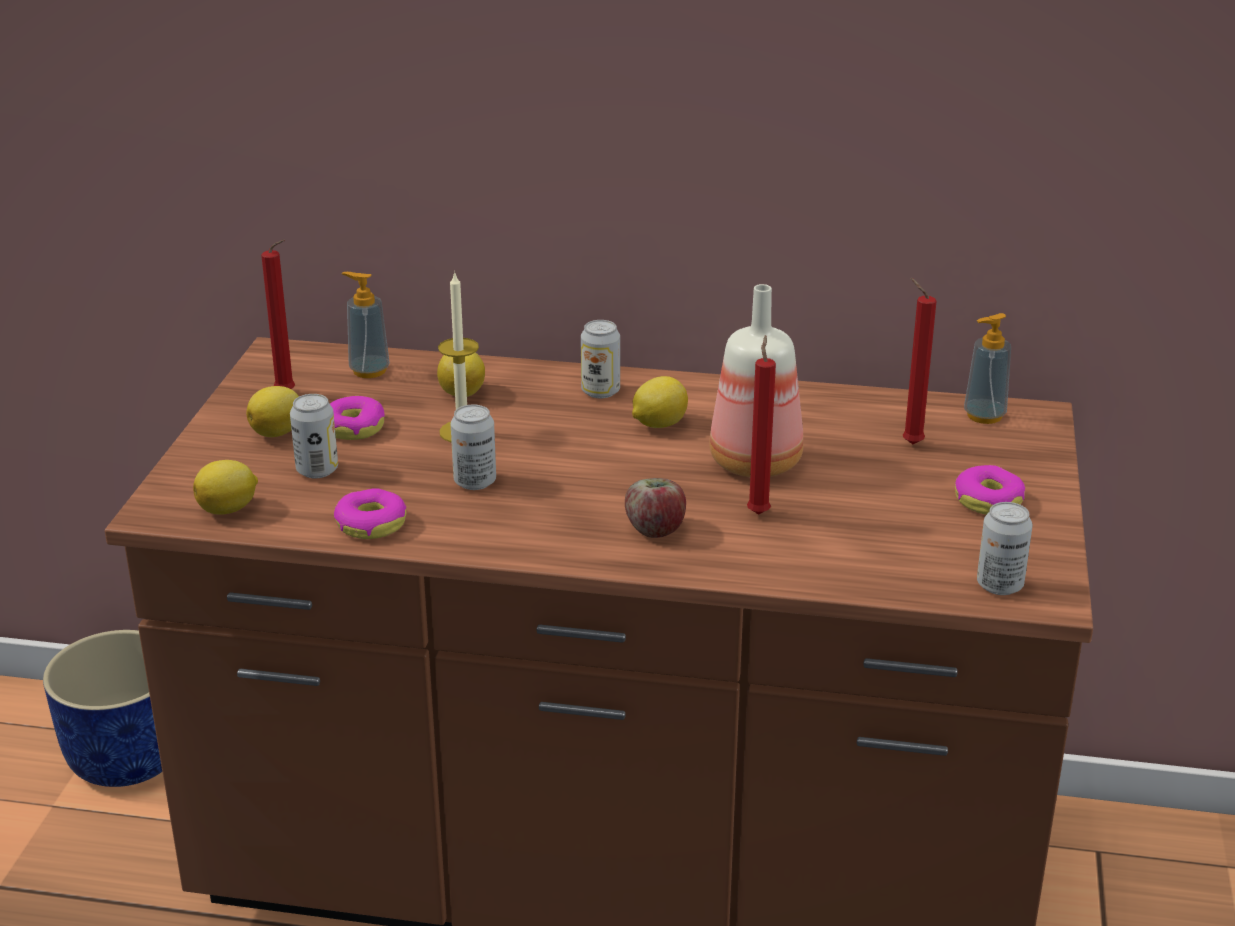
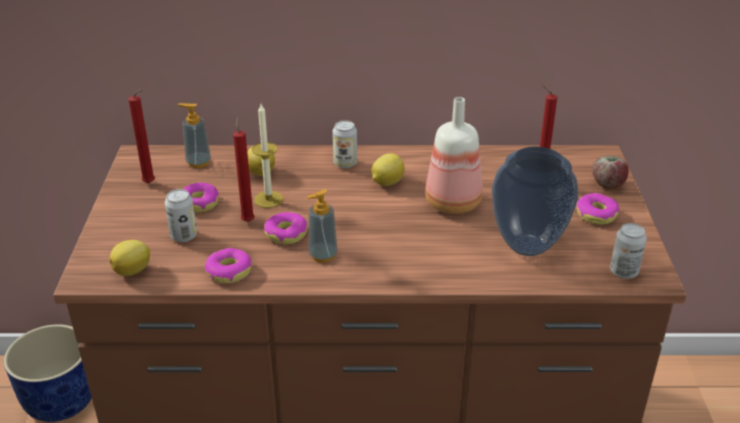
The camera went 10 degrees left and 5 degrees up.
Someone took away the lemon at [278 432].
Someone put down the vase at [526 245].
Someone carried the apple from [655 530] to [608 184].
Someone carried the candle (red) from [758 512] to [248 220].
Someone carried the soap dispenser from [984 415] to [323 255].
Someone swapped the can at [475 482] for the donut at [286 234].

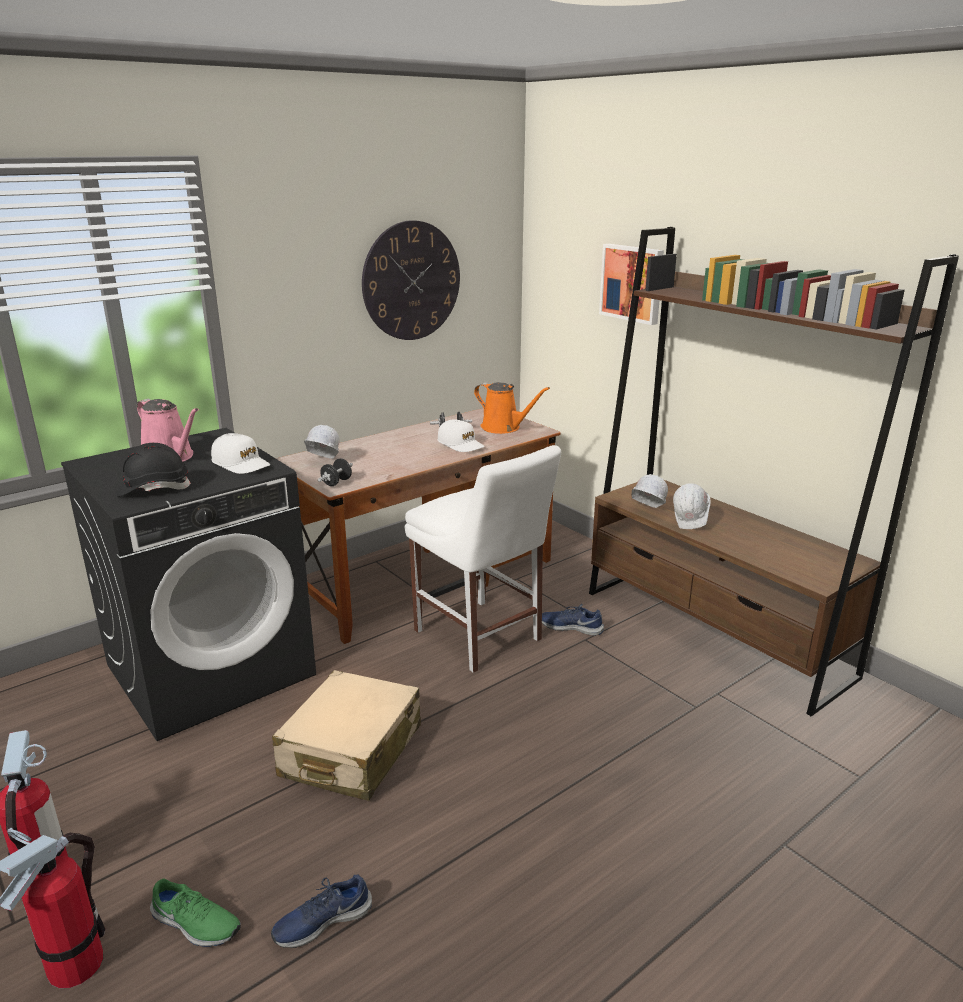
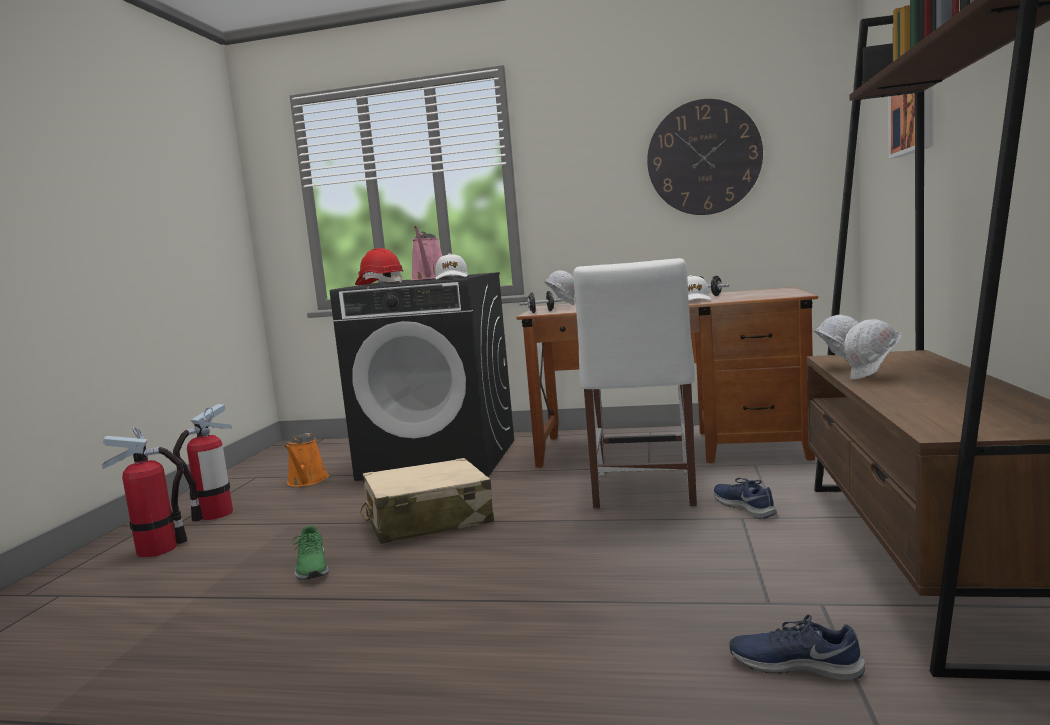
The camera went 50 degrees right and 15 degrees down.
Someone carried the shoe (green) from [195 924] to [311 567].
Someone carried the shoe (blue) from [322 920] to [794 664].
Someone carried the watering can (orange) from [504 428] to [307 481].
Someone repainted the hard hat (black) at [153 489], which became the hard hat (red) at [380 284].

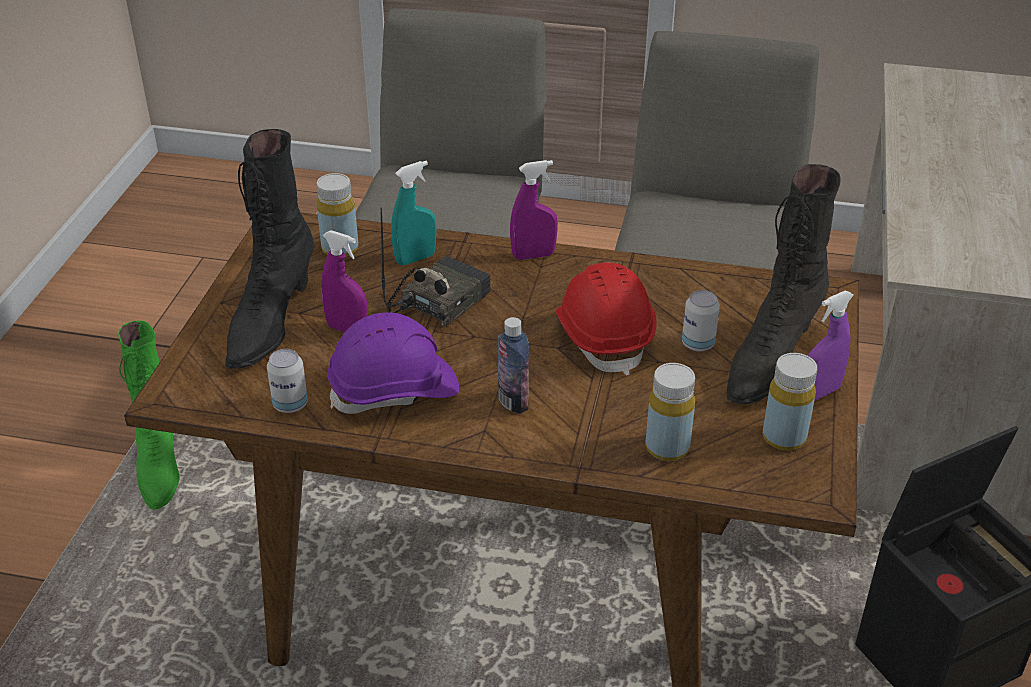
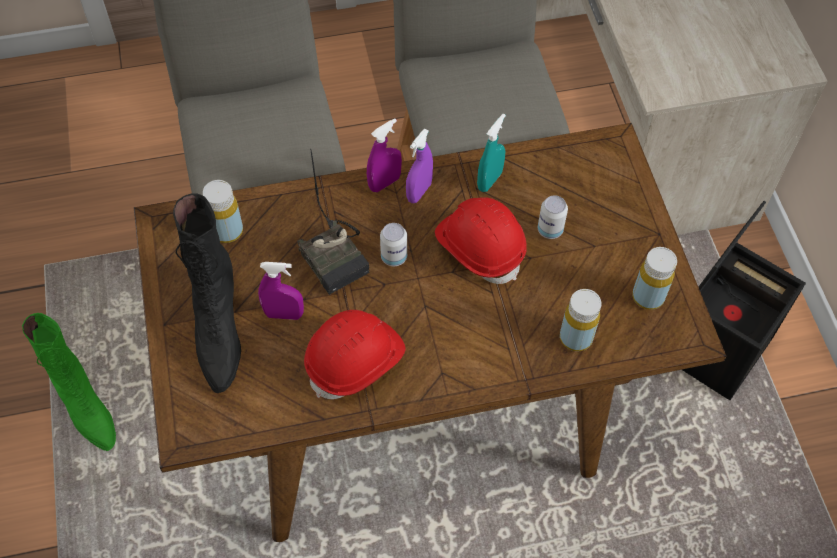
The camera went 25 degrees left and 20 degrees up.
Someone took away the bottle at [513 402].
Someone took away the boot (black) at [770 360].
Someone carried the can from [290 404] to [394 257].
Someone carried the spray bottle (turquoise) from [415 258] to [489 180].
Someone carried the spray bottle (purple) from [820 393] to [419 192].
Someone repainted the hard hat (purple) at [394 391], which became the hard hat (red) at [355 361].
Someone rotated the radio at [438 300] by 135 degrees clockwise.

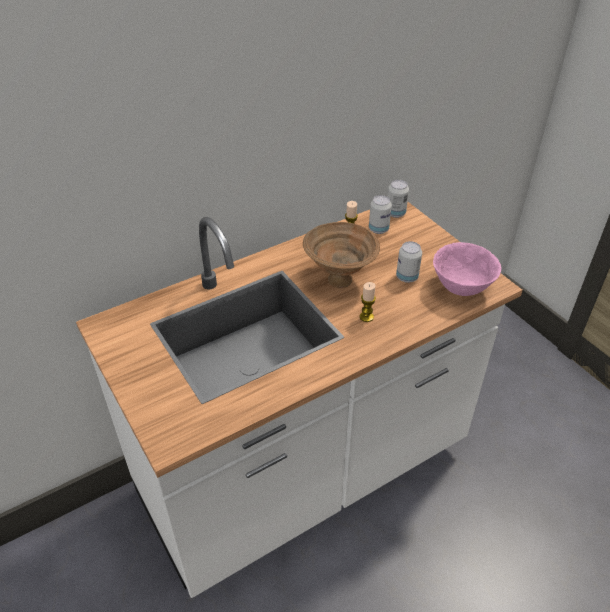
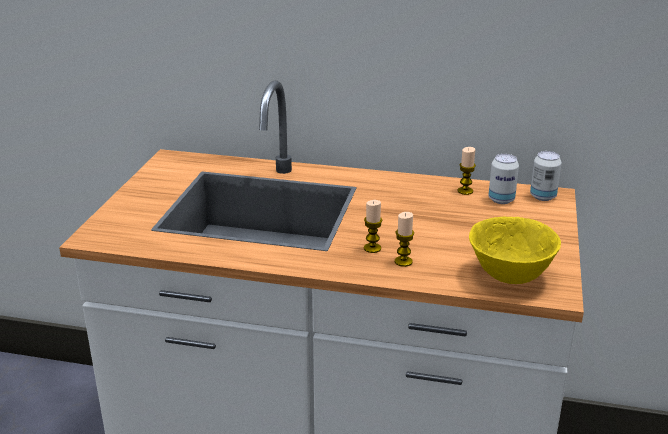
The camera went 45 degrees right and 15 degrees down.
Someone took away the bowl (brown) at [338 279].
Someone took away the can at [407 277].
Someone put down the candle at [403 261].
Someone repainted the bowl (pink) at [461 288], which became the bowl (yellow) at [509 276].

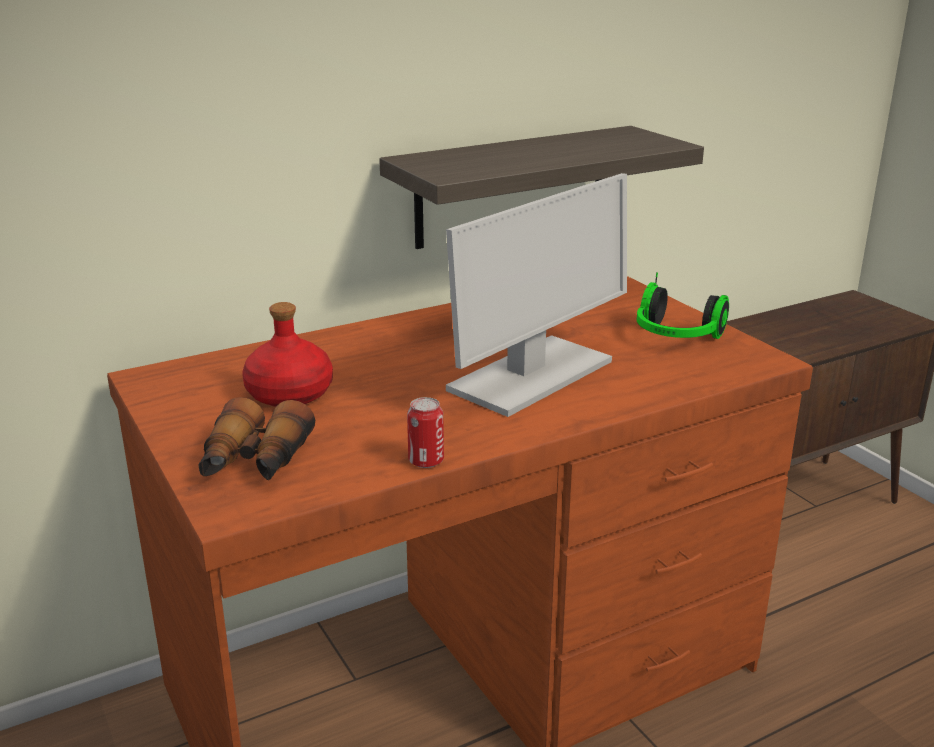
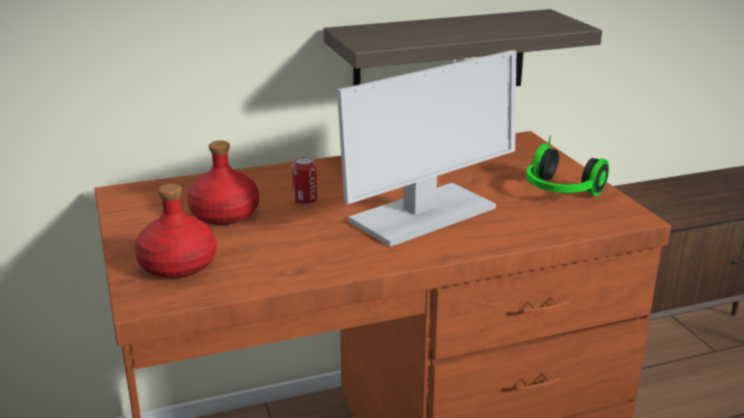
The camera went 10 degrees right and 0 degrees up.
Someone carried the can from [426 461] to [305 201].
Someone swapped the binoculars at [254 462] for the bottle (red) at [177 265].

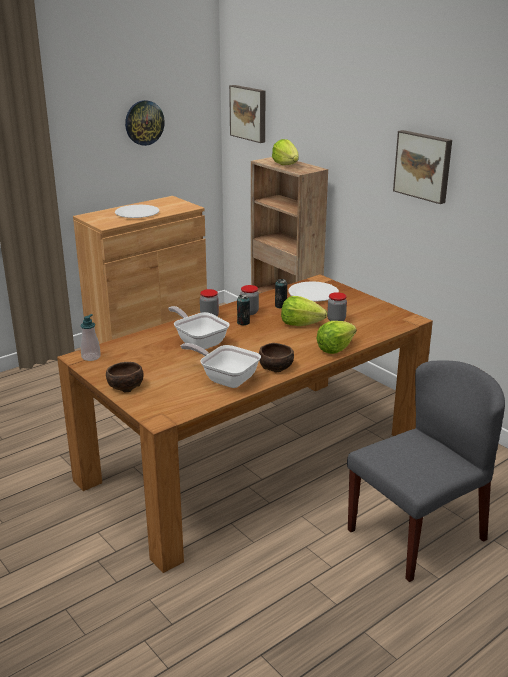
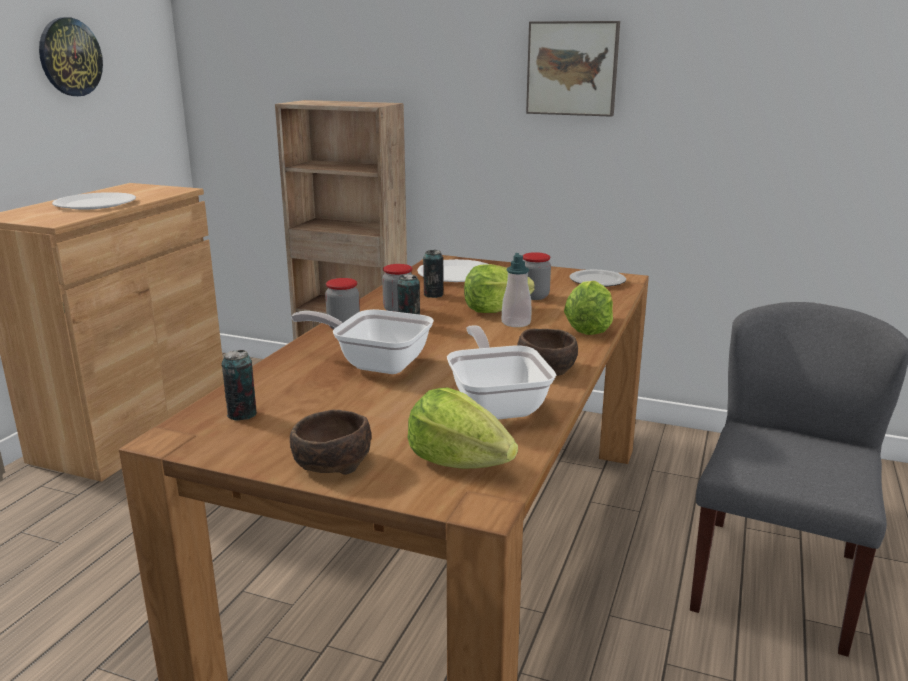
The camera went 30 degrees left and 5 degrees down.
Someone took away the picture at [249 113].
Someone put down the can at [242 414].
Someone put down the plate at [598 281].
Someone carried the soap dispenser from [91 357] to [516 323].
Someone carried the lettuce from [286 165] to [458 462].
Someone rotated the frying pan at [225 378] by 75 degrees clockwise.

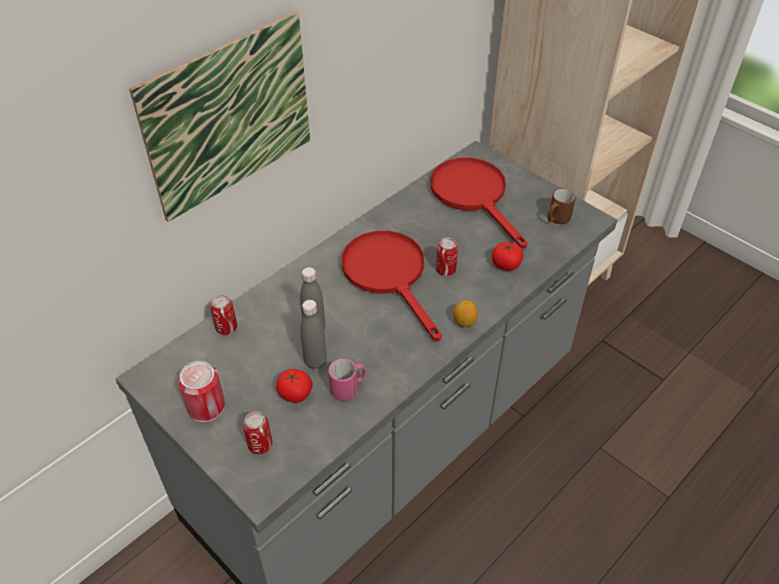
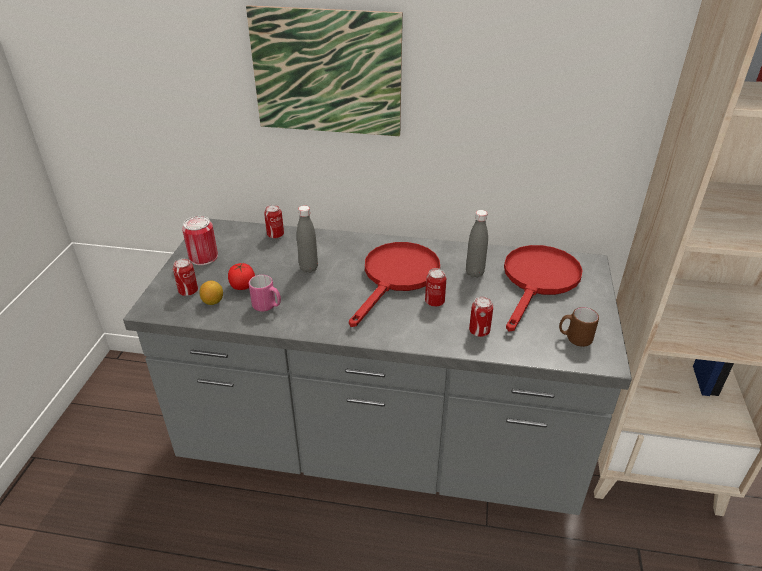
The camera went 55 degrees right and 10 degrees down.
Someone carried the bottle (grey) from [315 361] to [474 273].
Someone carried the lemon from [464 322] to [213 301].
Someone swapped the tomato at [506 265] for the can at [479 331].

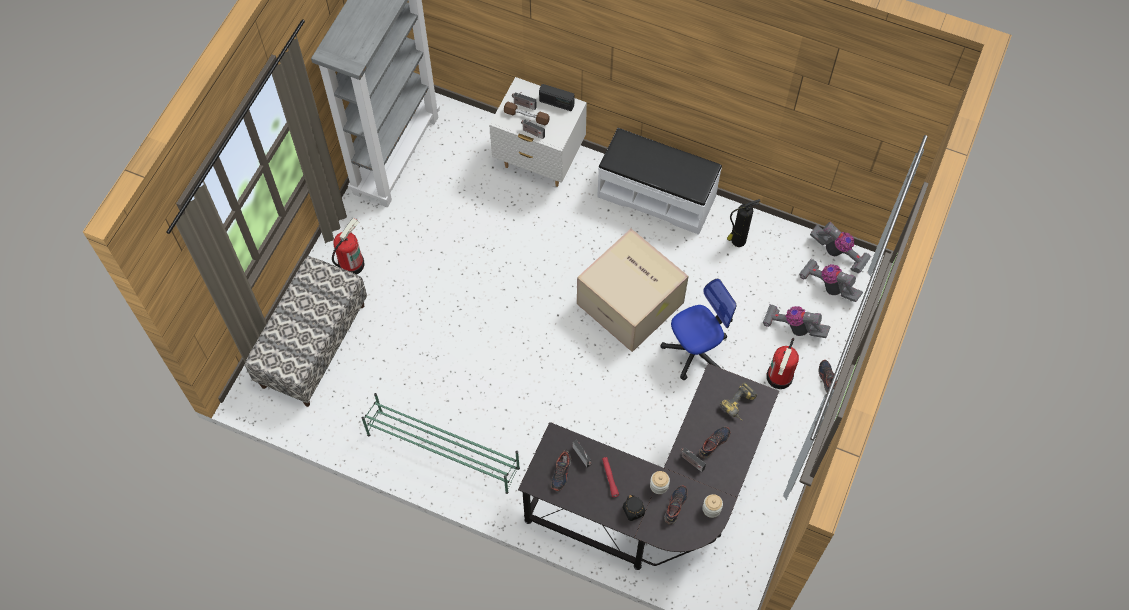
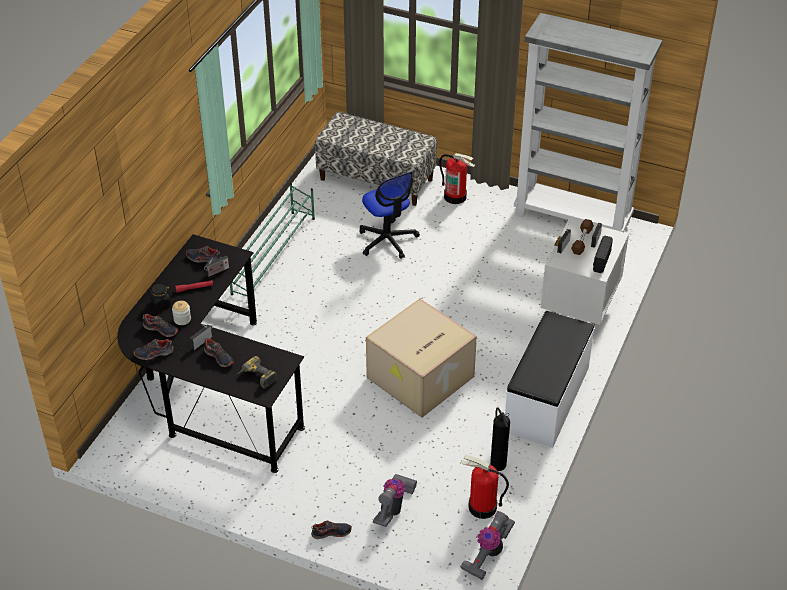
The camera went 90 degrees right and 20 degrees down.
Someone took away the vacuum cleaner at [829 286].
Someone carried the office chair from [695 351] to [387 240].
Someone carried the fire extinguisher from [780 377] to [482 507].
Someone swapped the jar at [711 509] for the shoe at [154 353].

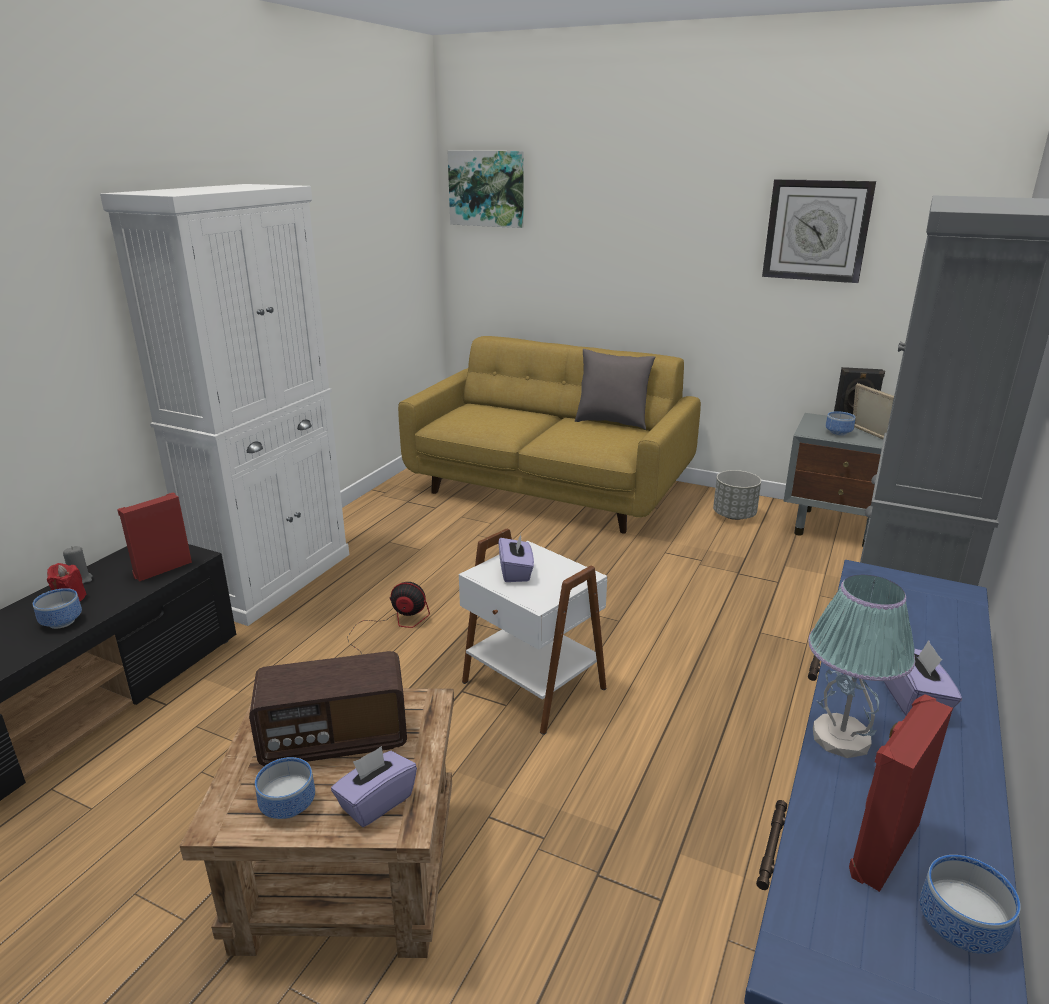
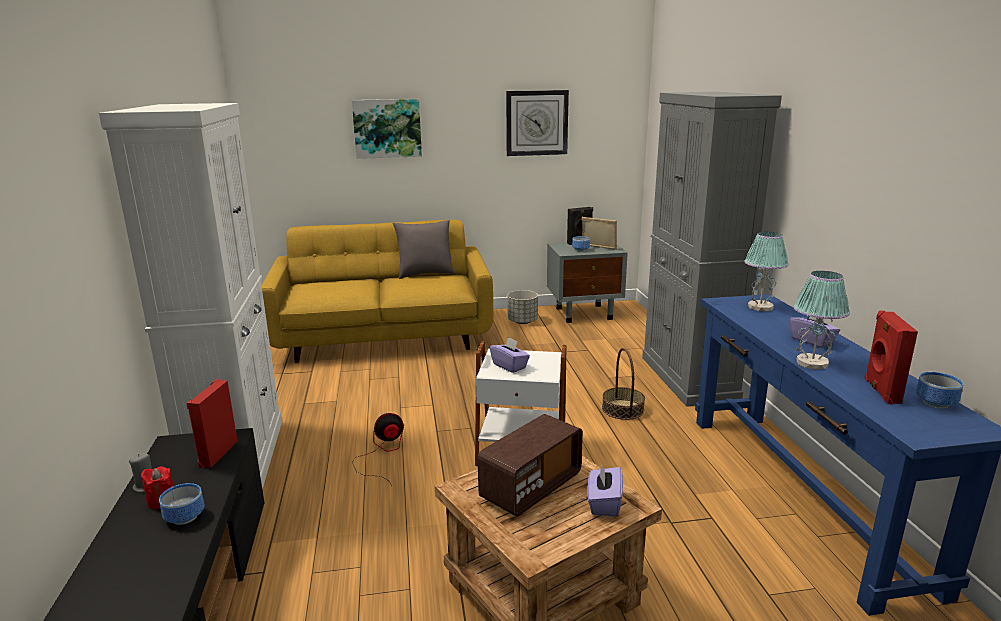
The camera went 35 degrees left and 5 degrees down.
Someone took away the bowl at [288 804].
Someone put down the basket at [623 409].
Someone put down the table lamp at [760 307].
Someone carried the picture from [487 188] to [387 128].

